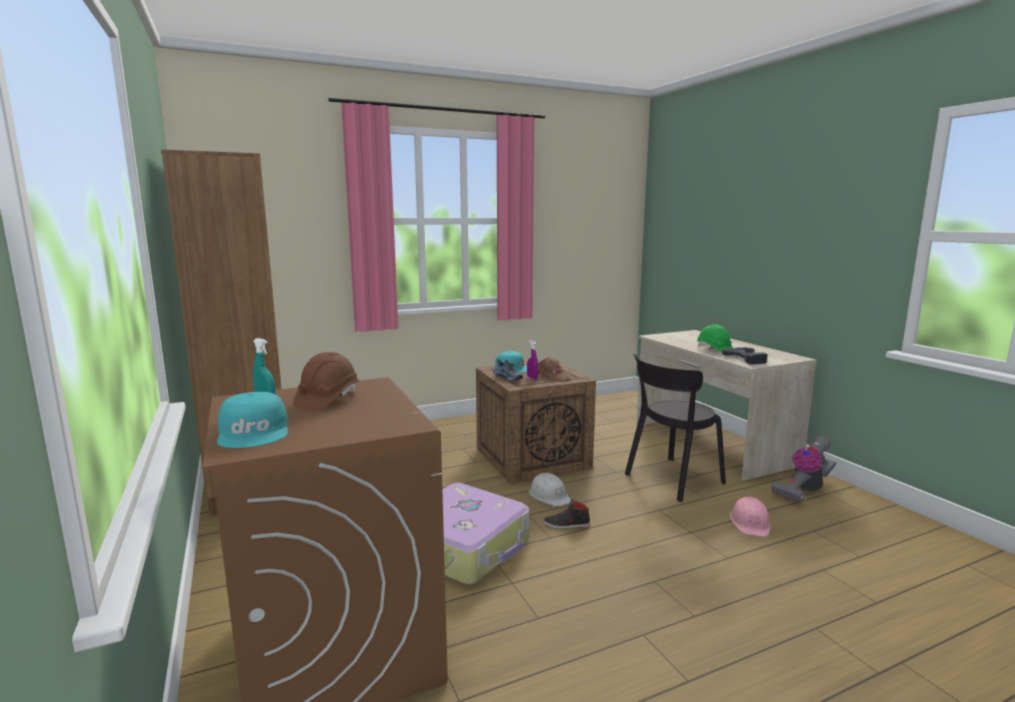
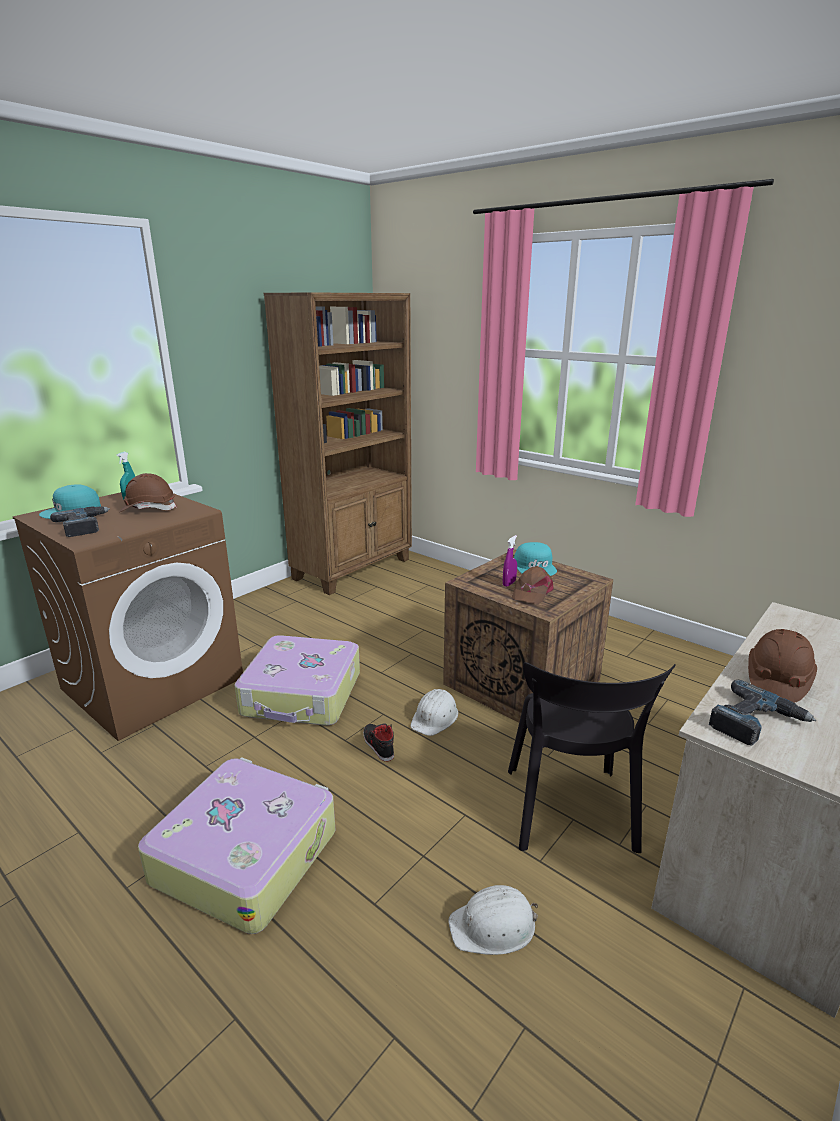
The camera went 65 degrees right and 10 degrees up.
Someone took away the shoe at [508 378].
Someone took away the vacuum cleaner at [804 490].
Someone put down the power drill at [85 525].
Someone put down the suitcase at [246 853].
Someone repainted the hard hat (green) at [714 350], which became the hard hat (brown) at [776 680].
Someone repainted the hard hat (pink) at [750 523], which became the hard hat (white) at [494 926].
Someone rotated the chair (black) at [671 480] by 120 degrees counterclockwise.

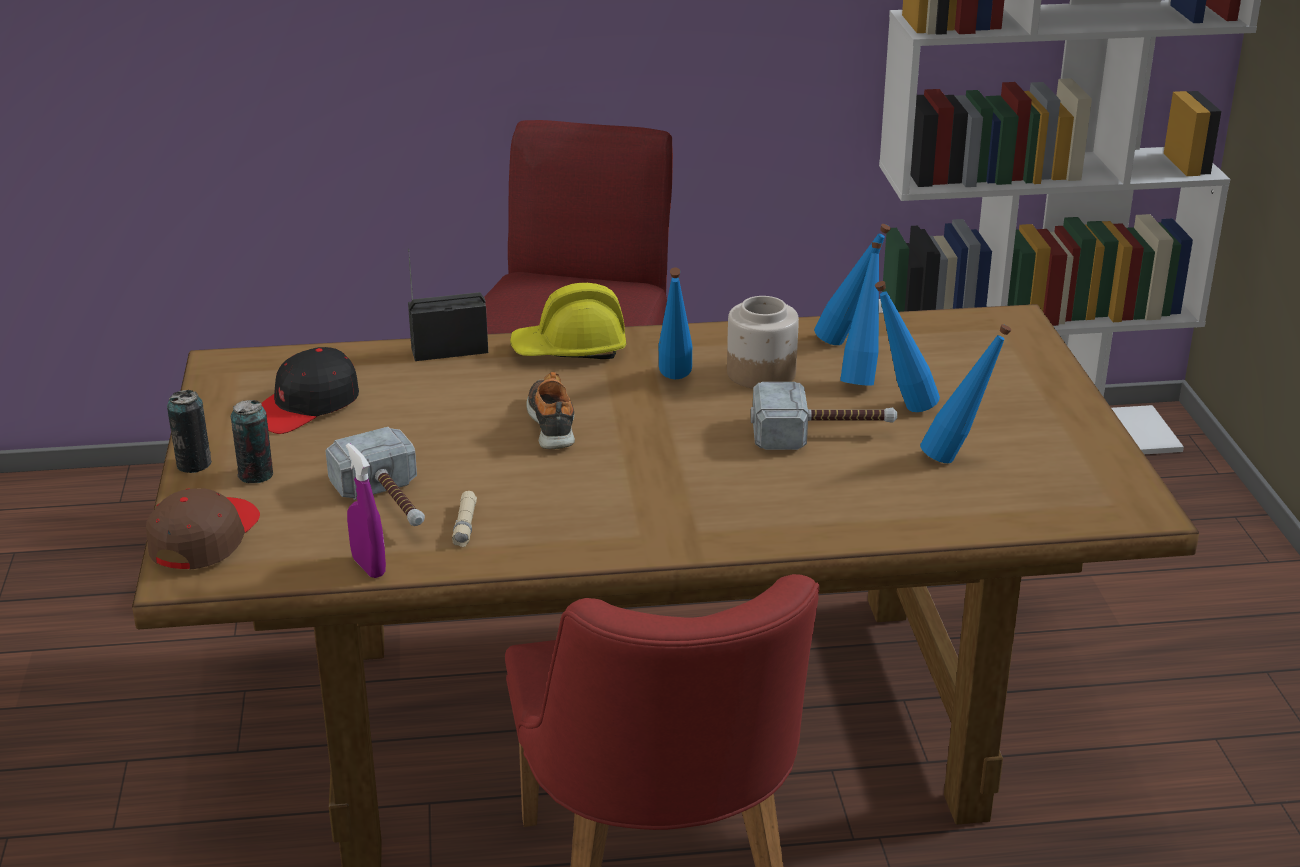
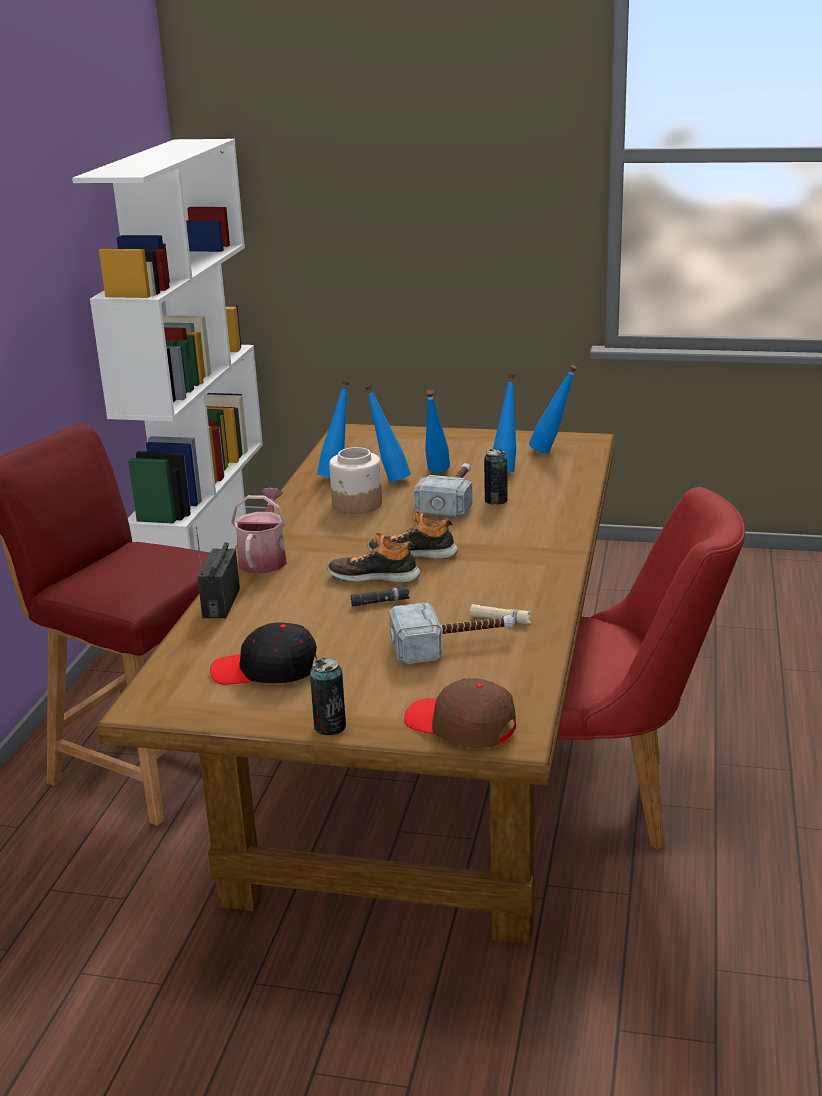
The camera went 70 degrees left and 5 degrees down.
Someone took away the spray bottle (purple) at [368 567].
Someone put down the flashlight (black) at [380 602].
Someone put down the shoe at [413 553].
Someone carried the can from [256 475] to [496 501].
Someone carried the bottle (blue) from [675 381] to [552 452].
Someone swapped the hard hat (yellow) at [570 350] for the watering can at [264 559].
Someone rotated the cap (black) at [305 406] by 120 degrees clockwise.

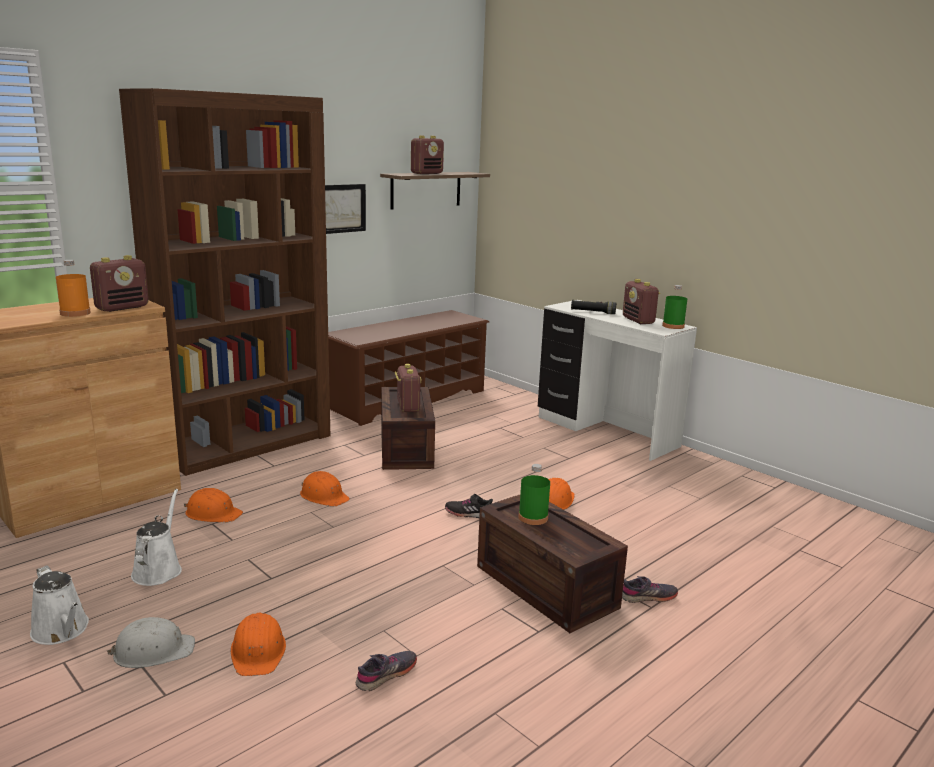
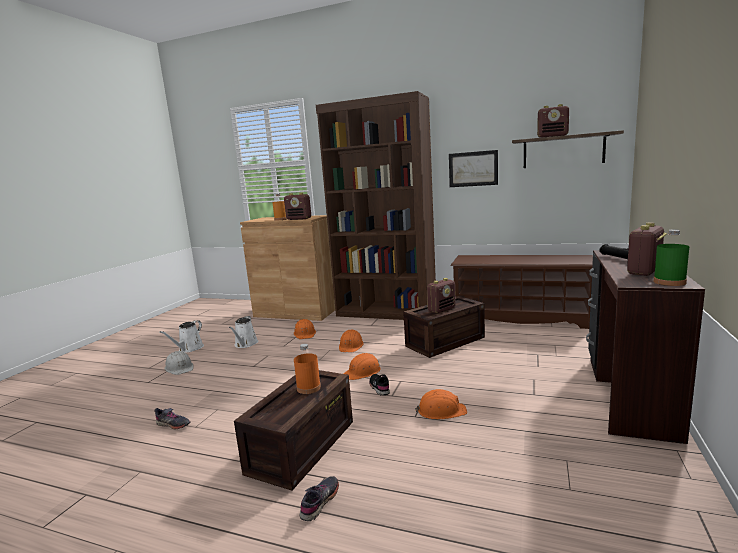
The camera went 65 degrees right and 5 degrees down.
Someone carried the hard hat (orange) from [258 651] to [363 372].
Someone repainted the bottle (green) at [533 517], which became the bottle (orange) at [308 388].
Someone repainted the desk (white) at [605 432], which became the desk (brown) at [627 394].
Someone rotated the watering can (white) at [158 569] by 120 degrees clockwise.
Someone rotated the shoe (grey) at [648 597] by 120 degrees counterclockwise.

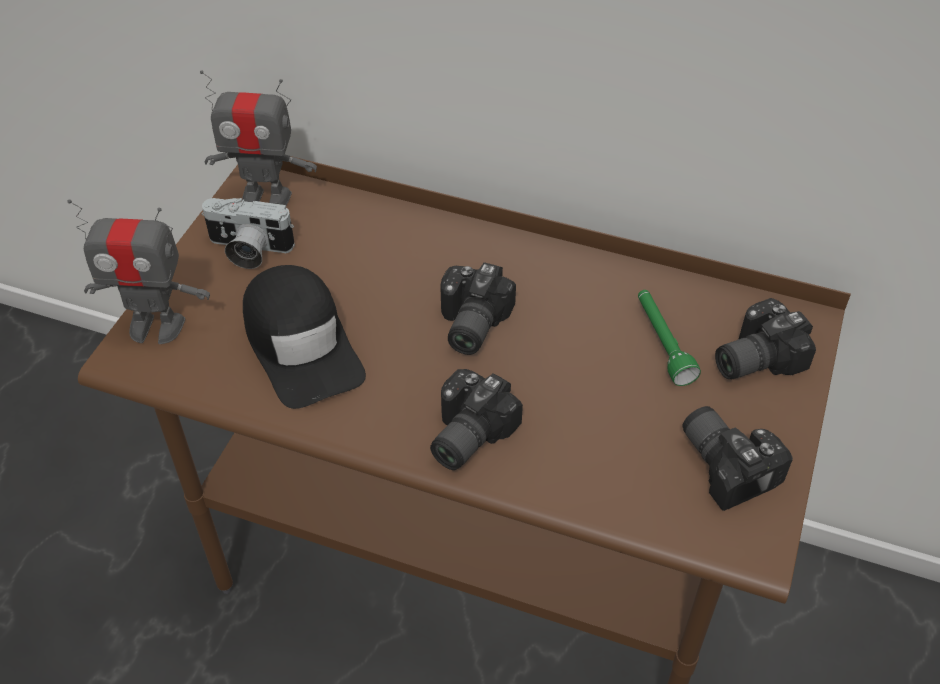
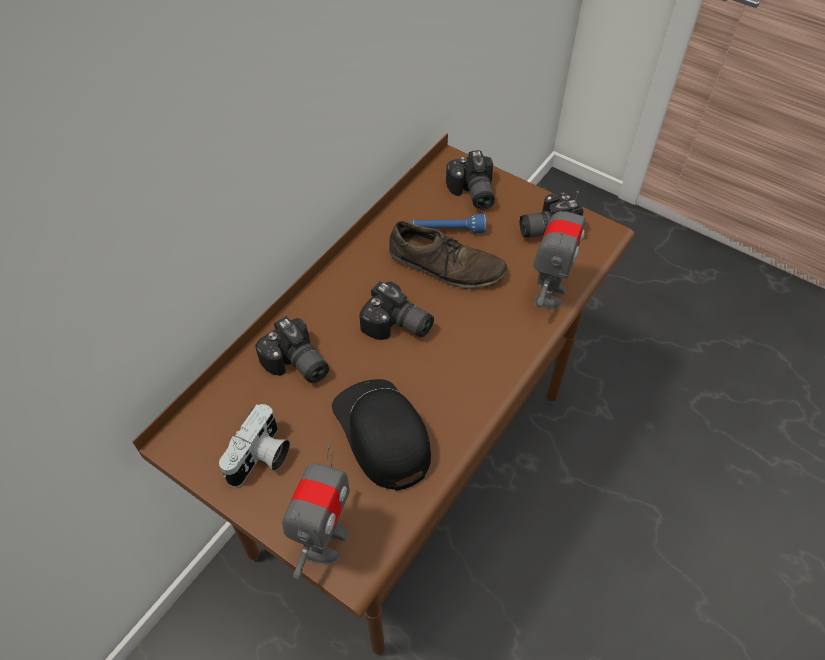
The camera went 75 degrees left and 5 degrees up.
Someone put down the shoe (brown) at [446 265].
Someone carried the toy robot from [266 198] to [548 294].
Someone carried the photo camera from [464 434] to [296 365].
Someone repainted the flashlight (green) at [662 343], which became the flashlight (blue) at [447 230].
Someone rotated the cap (black) at [301 345] by 105 degrees counterclockwise.

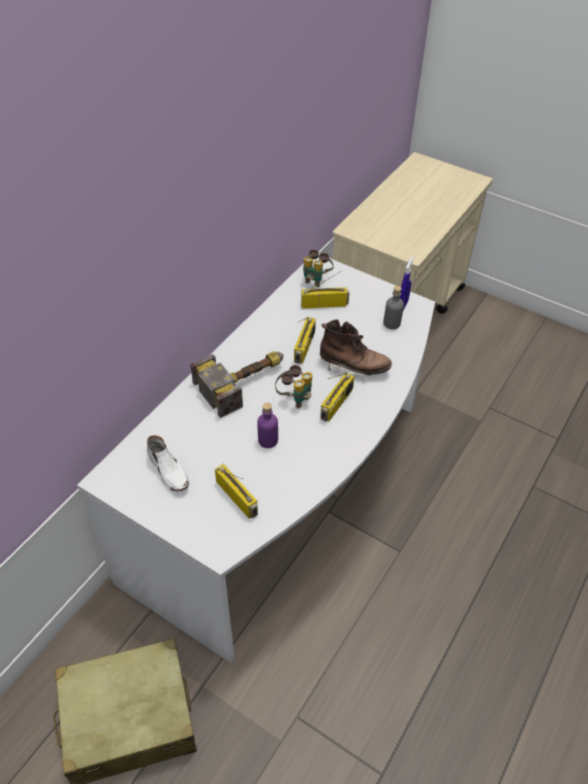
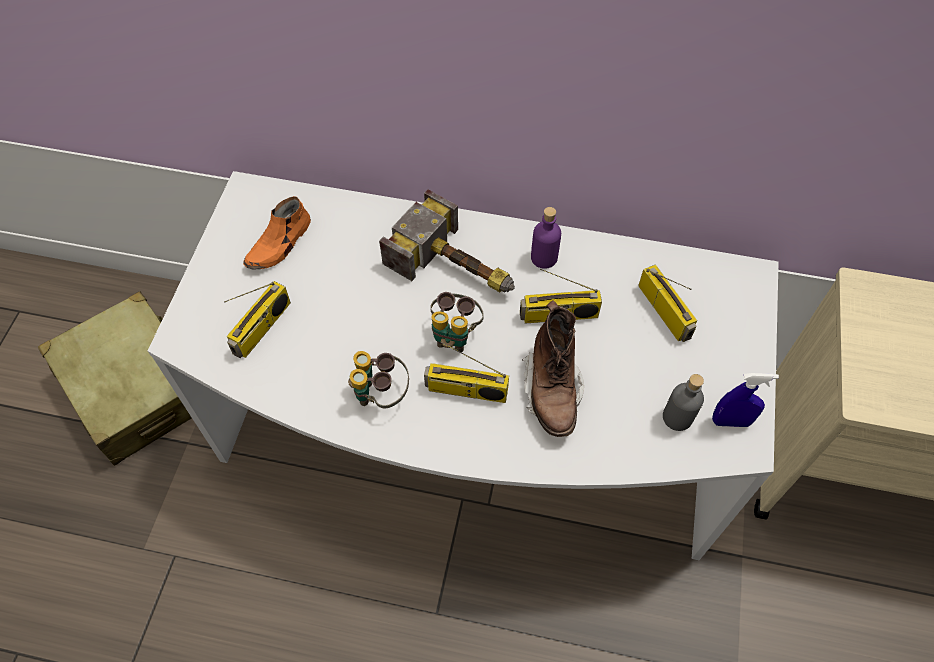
The camera went 70 degrees right and 10 degrees up.
Someone carried the bottle (purple) from [268 440] to [544 257].
Someone carried the binoculars from [316 279] to [380 394].
Someone repainted the shoe (white) at [169 470], which became the shoe (orange) at [280 244].

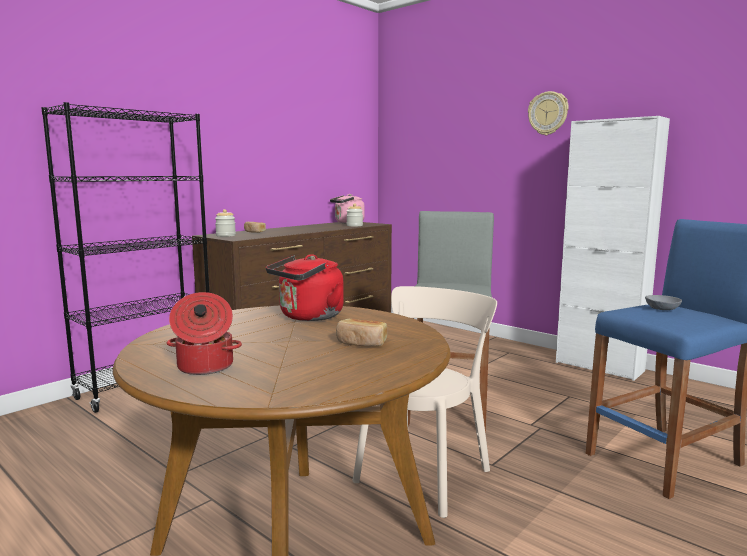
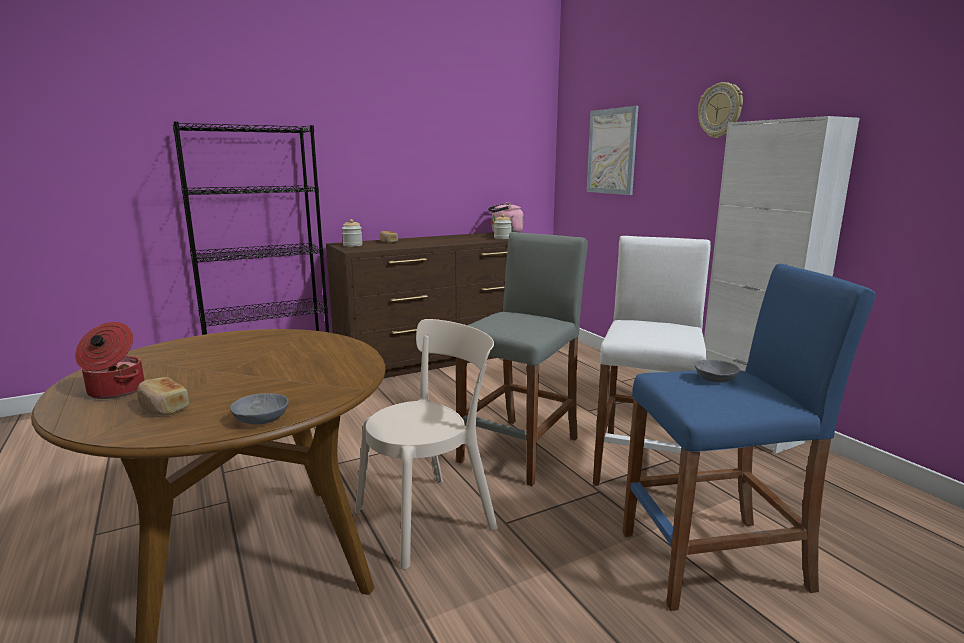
The camera went 20 degrees right and 5 degrees up.
Someone took away the kettle (red) at [308 317].
Someone put down the bowl (grey) at [260 420].
Someone put up the picture at [611 151].
Someone put down the stool (white) at [644 463].
Someone carried the bread from [361 343] to [163 407].

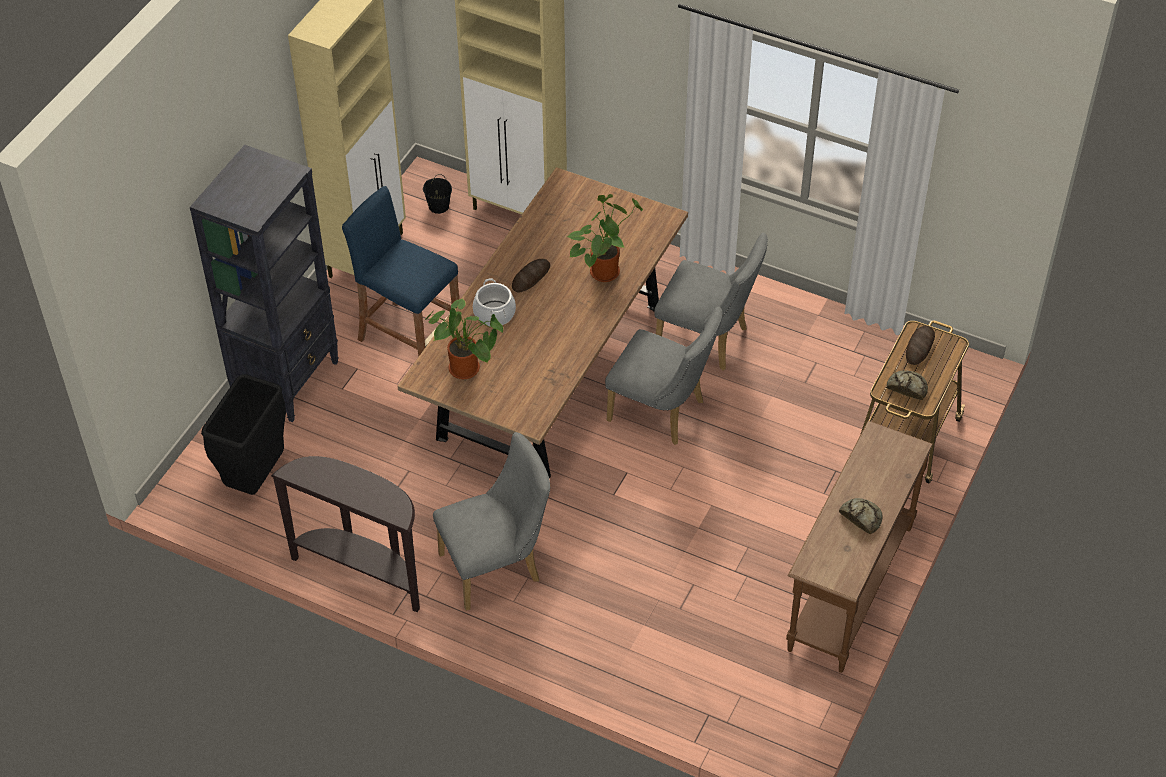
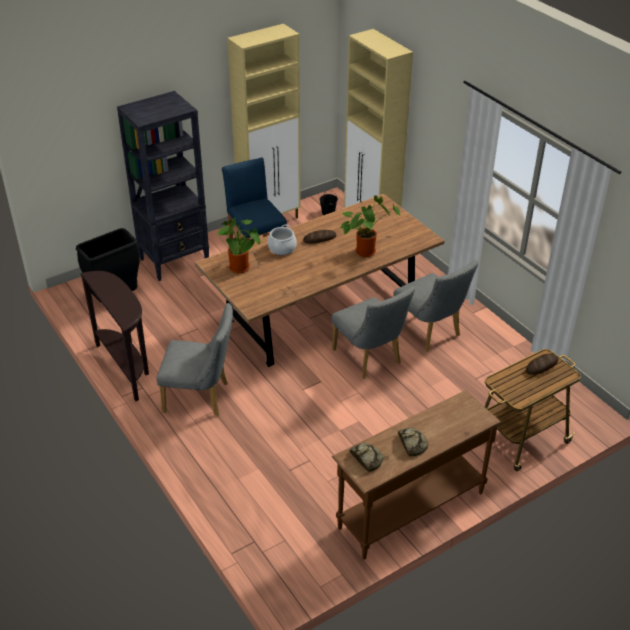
The camera went 30 degrees right and 10 degrees down.
Someone carried the bread from [907 387] to [366 458].

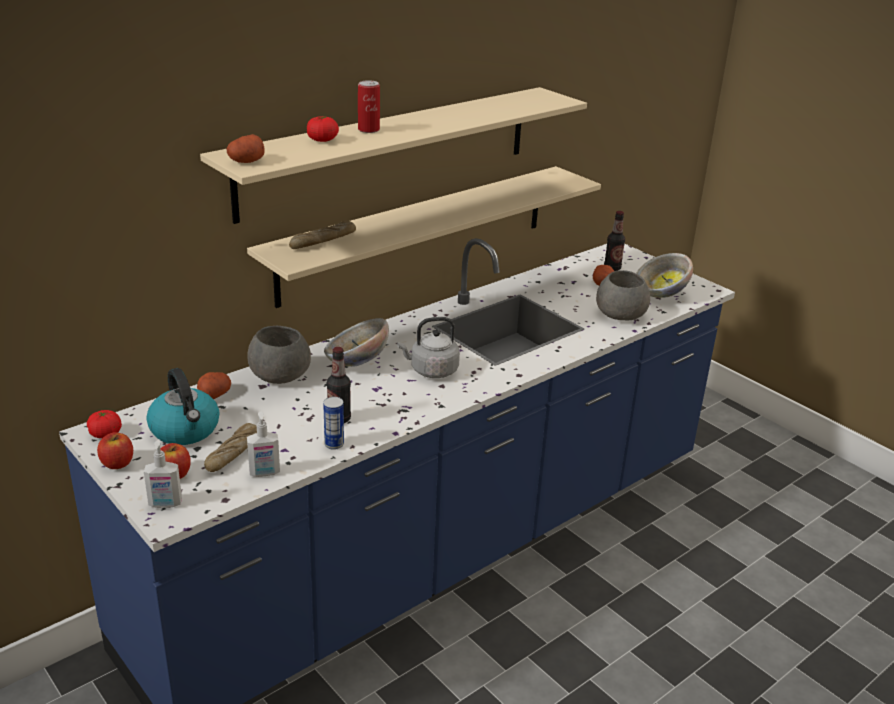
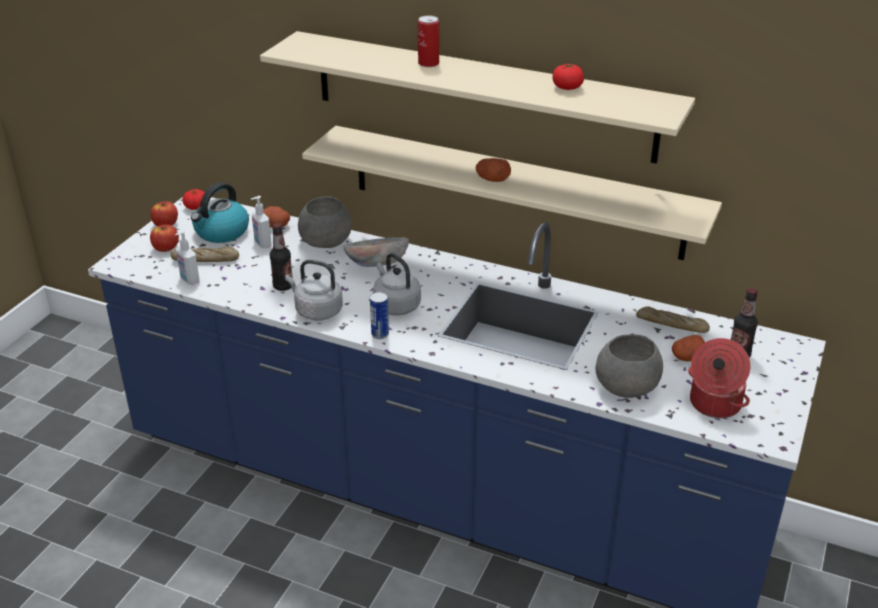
The camera went 65 degrees right and 5 degrees up.
Someone put down the kettle (grey) at [316 311].
Someone carried the soap dispenser from [165 504] to [262 244].
Someone carried the potato from [246 161] to [492 179].
Someone carried the bread from [323 241] to [671 325].
Someone carried the tomato from [322 140] to [567 87].
Someone carried the can from [334 444] to [380 334].
Someone swapped the bowl at [660 294] for the cooking pot at [713 404].

